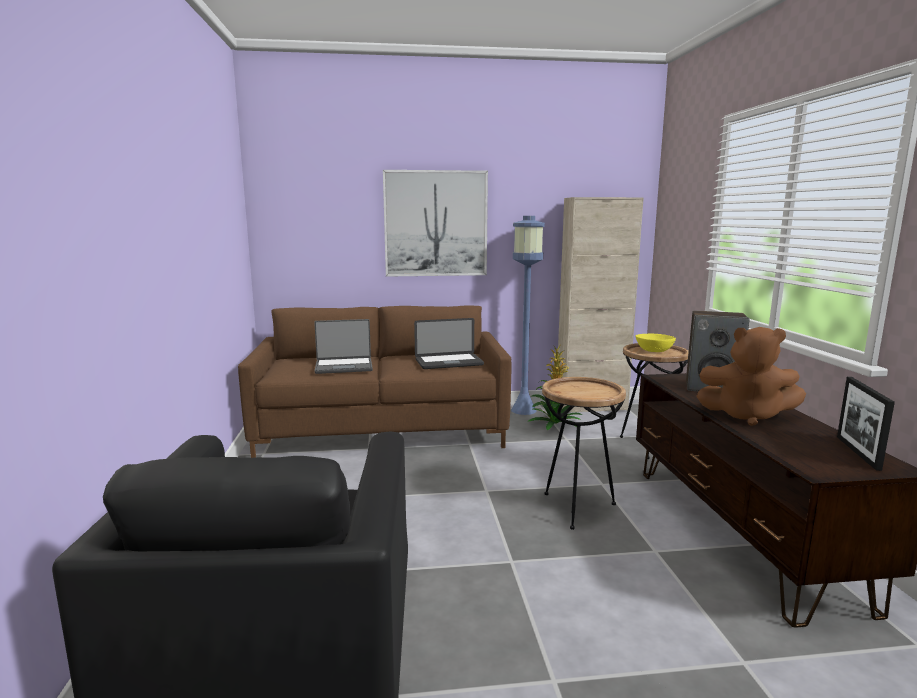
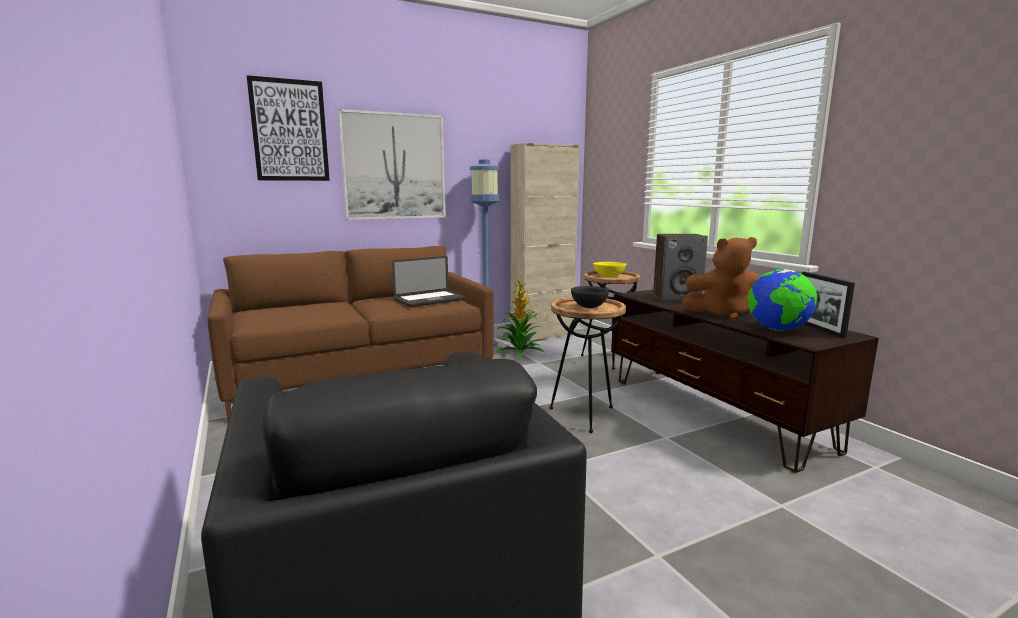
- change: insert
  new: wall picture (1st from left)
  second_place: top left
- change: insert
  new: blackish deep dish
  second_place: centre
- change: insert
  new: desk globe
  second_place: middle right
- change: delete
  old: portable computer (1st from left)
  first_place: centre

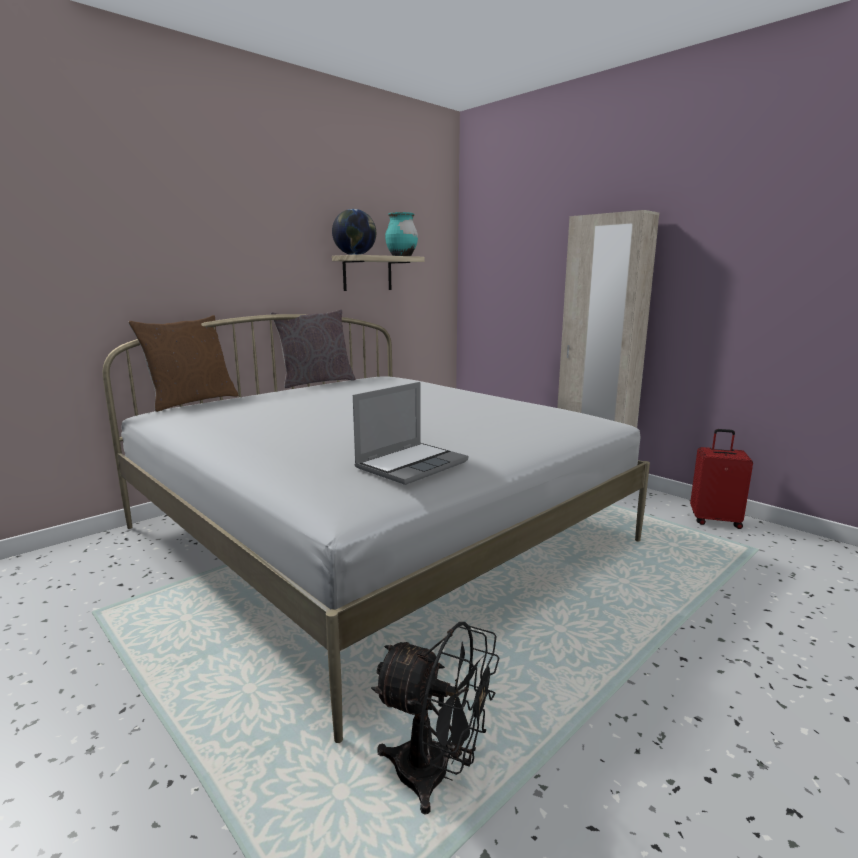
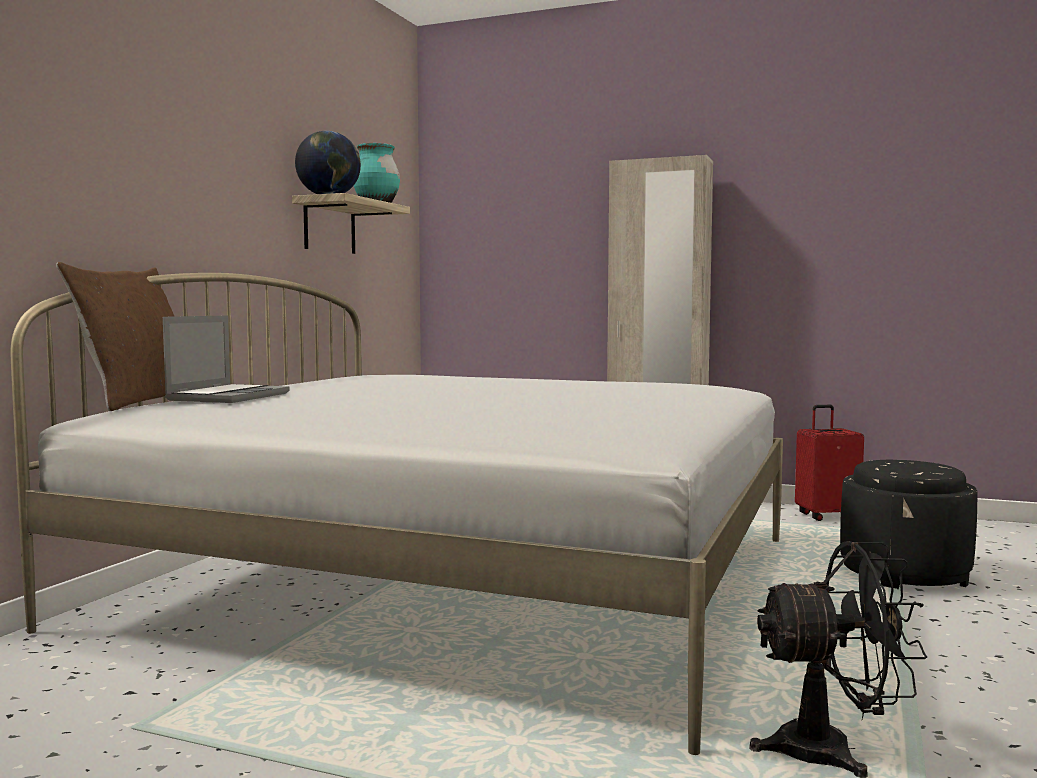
- change: move
  old: portable computer
  first_place: centre
  second_place: middle left
- change: insert
  new: blackish pouffe
  second_place: bottom right
- change: delete
  old: grey pillow
  first_place: centre

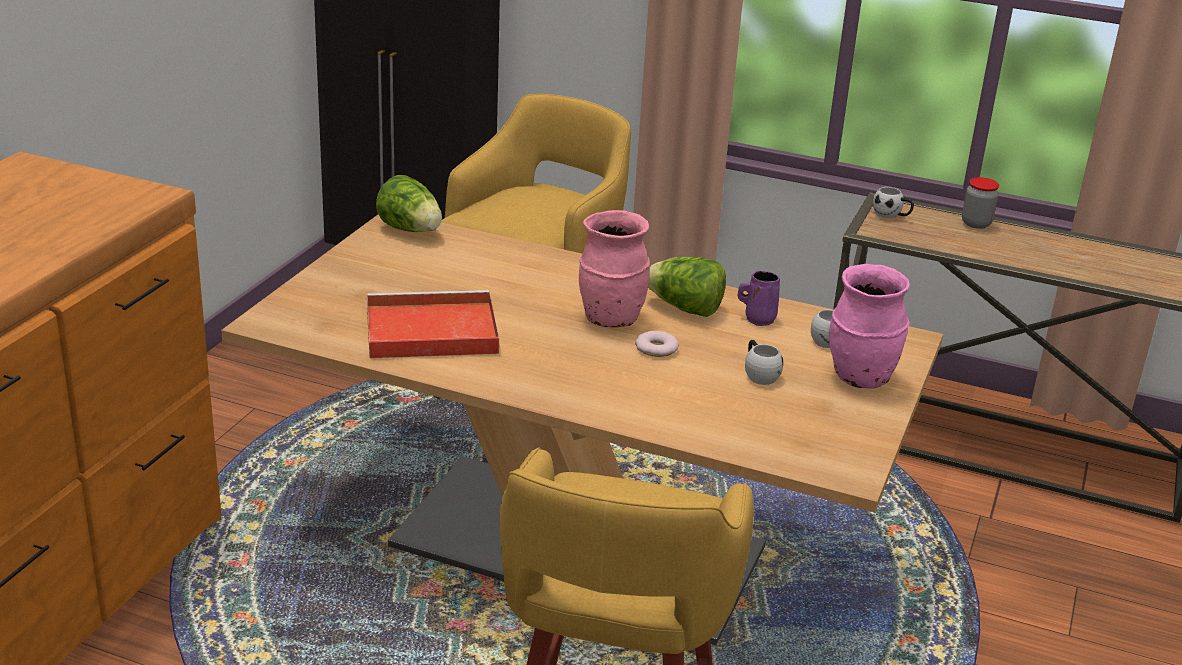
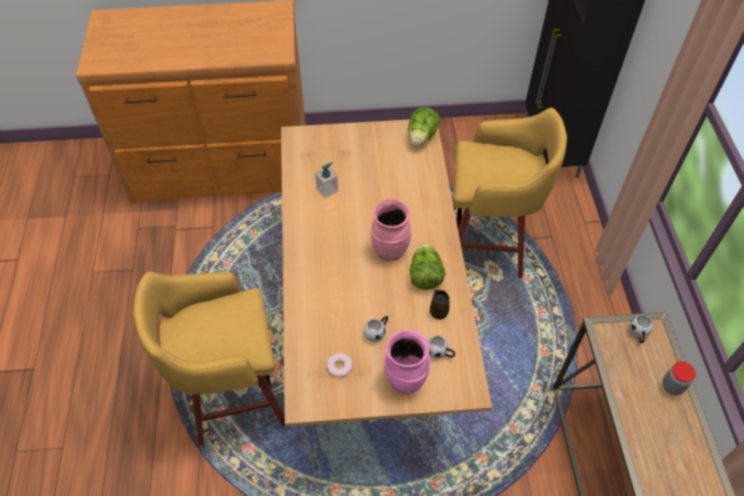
- change: replace
  old: reddish serving tray
  new: liquid soap bottle
  first_place: centre
  second_place: centre
- change: move
  old: donut
  first_place: centre
  second_place: bottom centre
- change: recolor
  old: purplish mug
  new: brownish mug
  first_place: centre
  second_place: centre

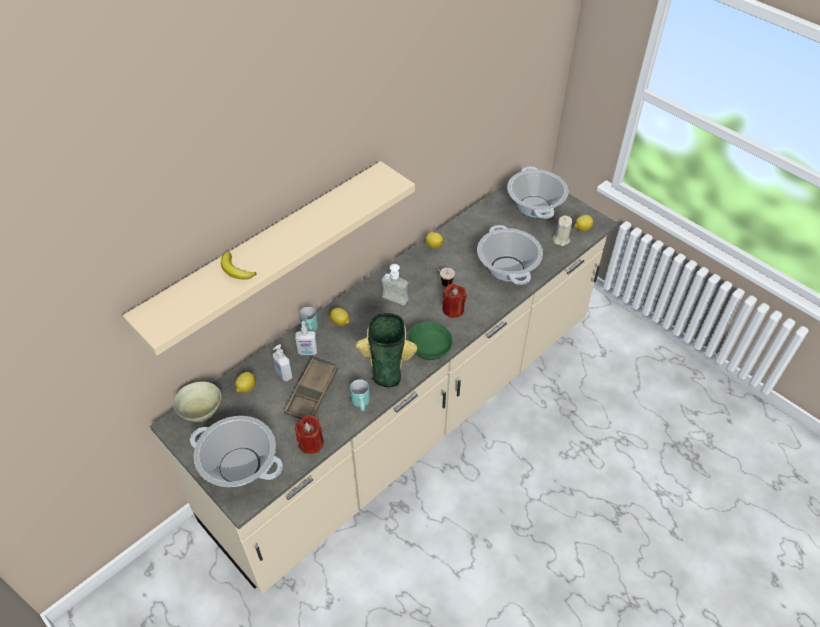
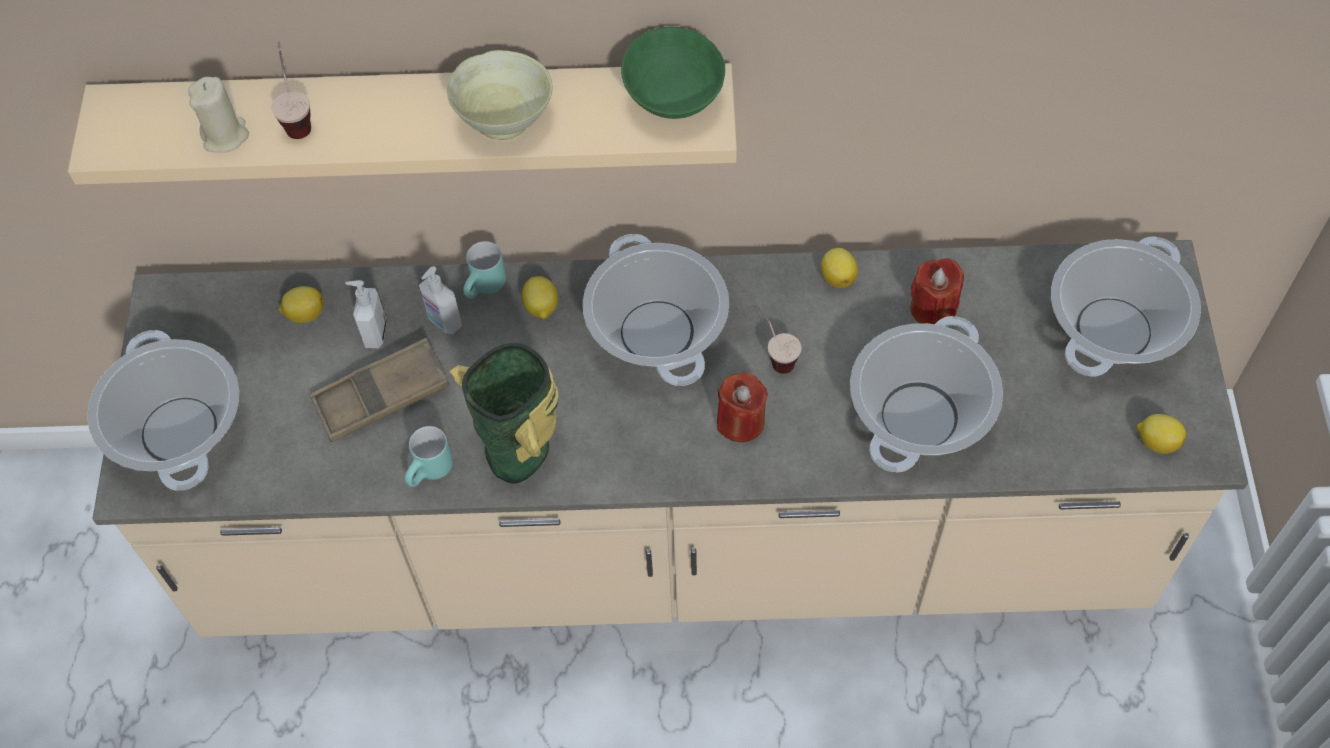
- change: move
  old: sand-coloured candle
  first_place: middle right
  second_place: top left
- change: replace
  old: whole banana
  new: small cup (1st from left)
  first_place: middle left
  second_place: top left
- change: move
  old: sand-coloured deep dish
  first_place: middle left
  second_place: top centre
- change: replace
  old: liquid soap bottle (3rd from left)
  new: stockpot (2nd from left)
  first_place: centre
  second_place: centre
- change: move
  old: green deep dish
  first_place: centre
  second_place: top centre
- change: move
  old: reddish candle (1st from left in the first image)
  new: reddish candle (2nd from left)
  first_place: bottom centre
  second_place: middle right

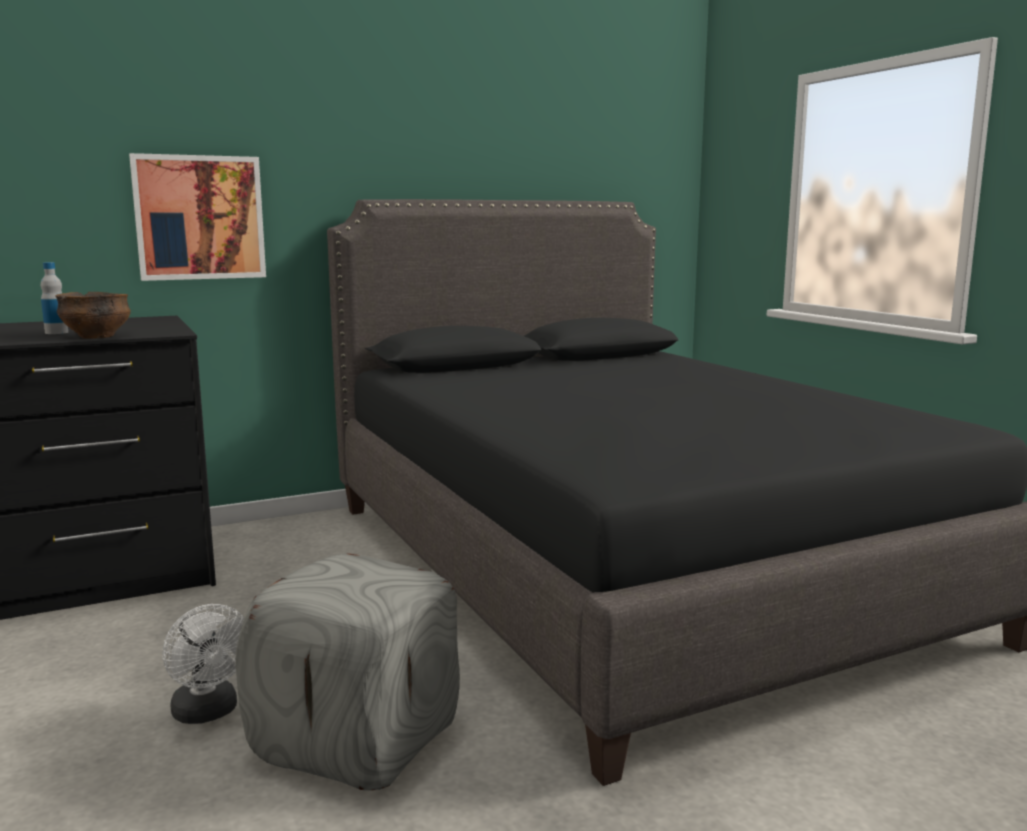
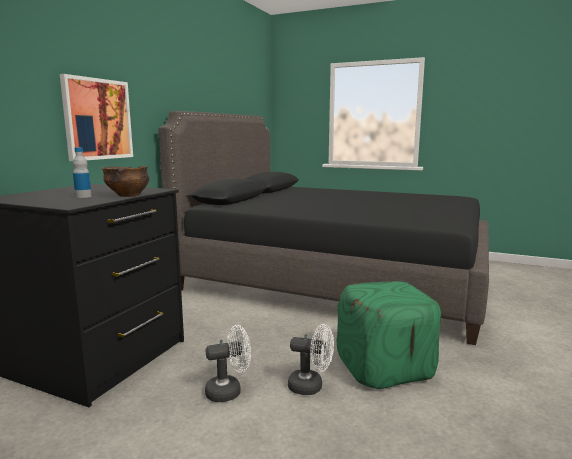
- change: insert
  new: white-coloured fan (1st from left)
  second_place: bottom centre
- change: recolor
  old: grey pouffe
  new: green pouffe
  first_place: bottom centre
  second_place: bottom right

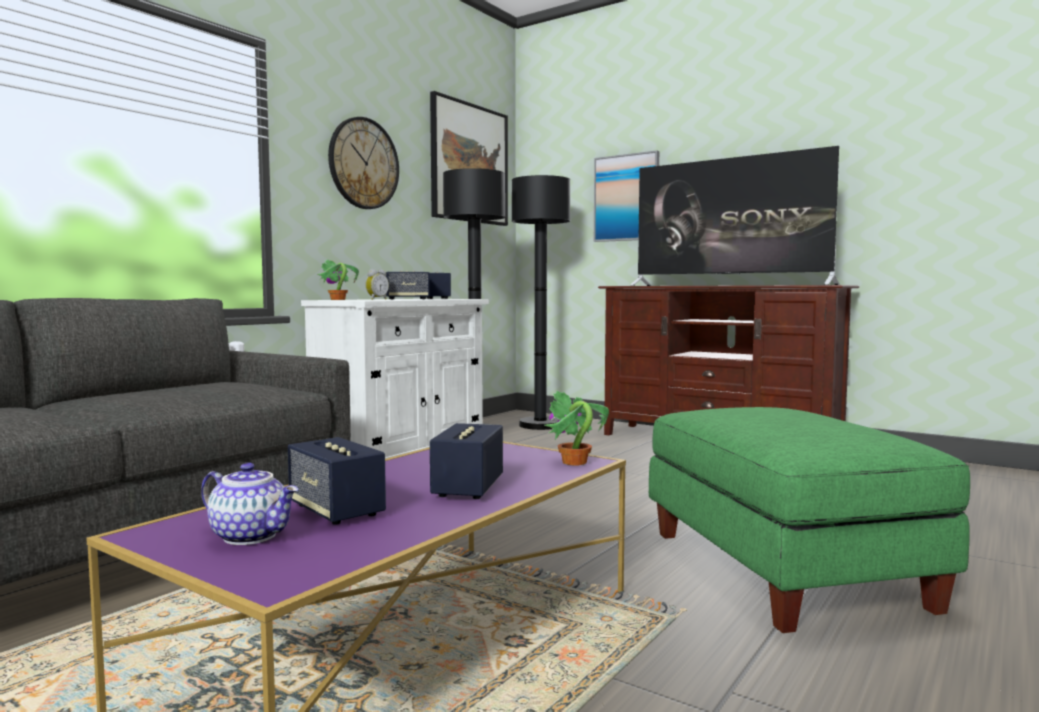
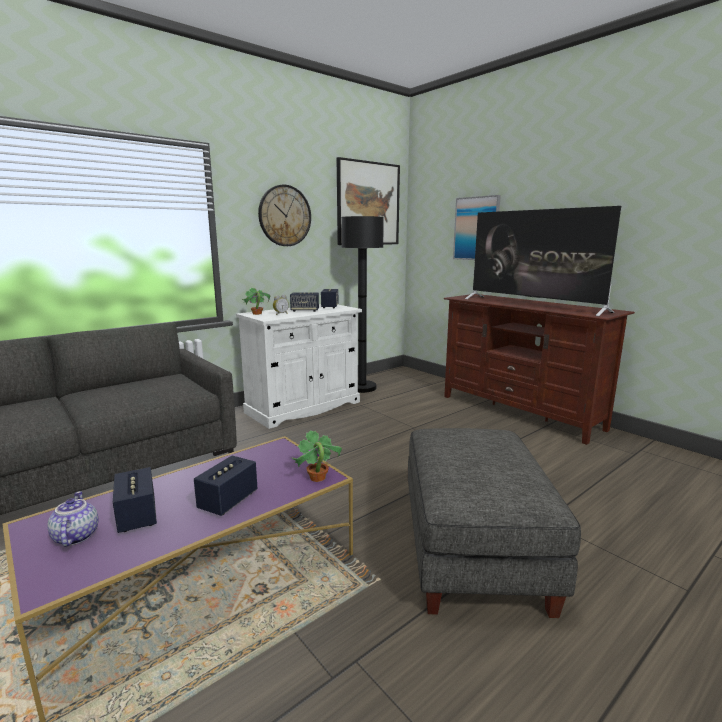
- change: rotate
  old: tea pot
  first_place: bottom left
  second_place: bottom left
  degrees: -150
- change: recolor
  old: green pouffe
  new: grey pouffe
  first_place: bottom right
  second_place: bottom right
- change: delete
  old: blackish standing lamp (2nd from left)
  first_place: centre

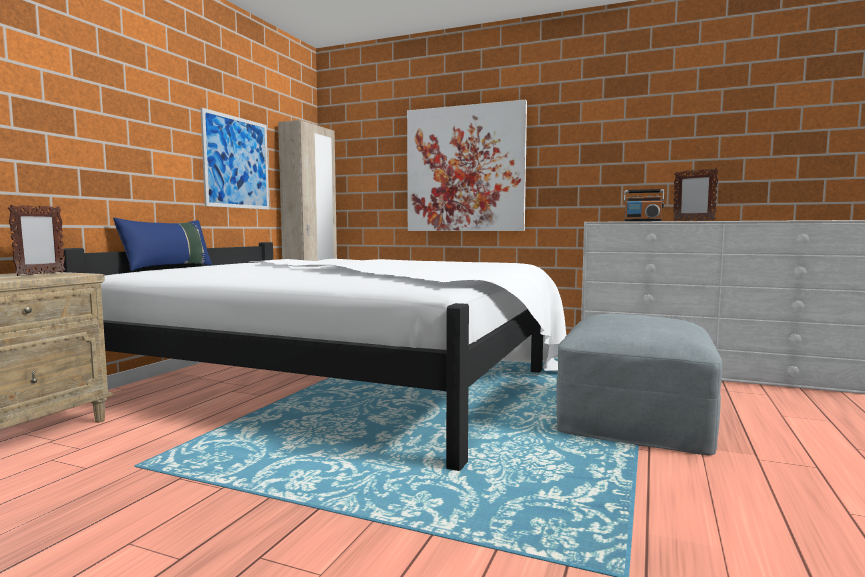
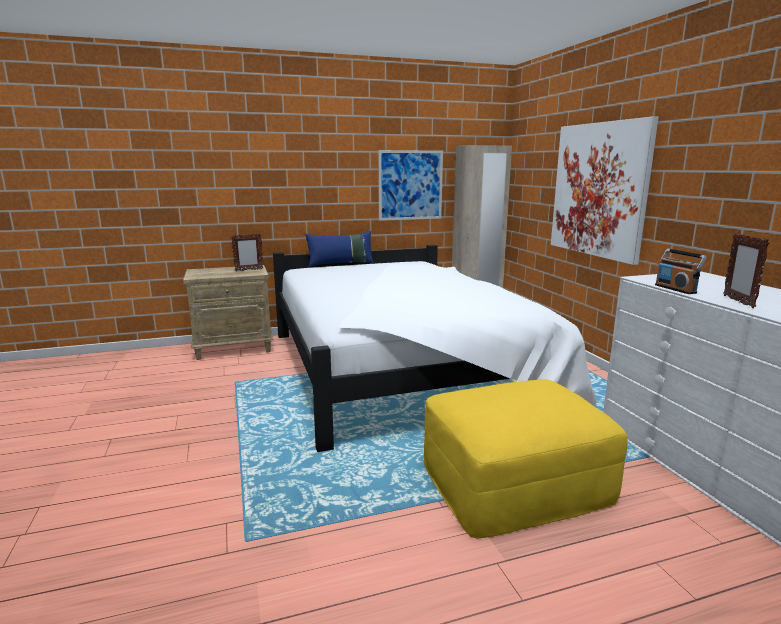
- change: recolor
  old: grey pouffe
  new: yellow pouffe
  first_place: middle right
  second_place: bottom right

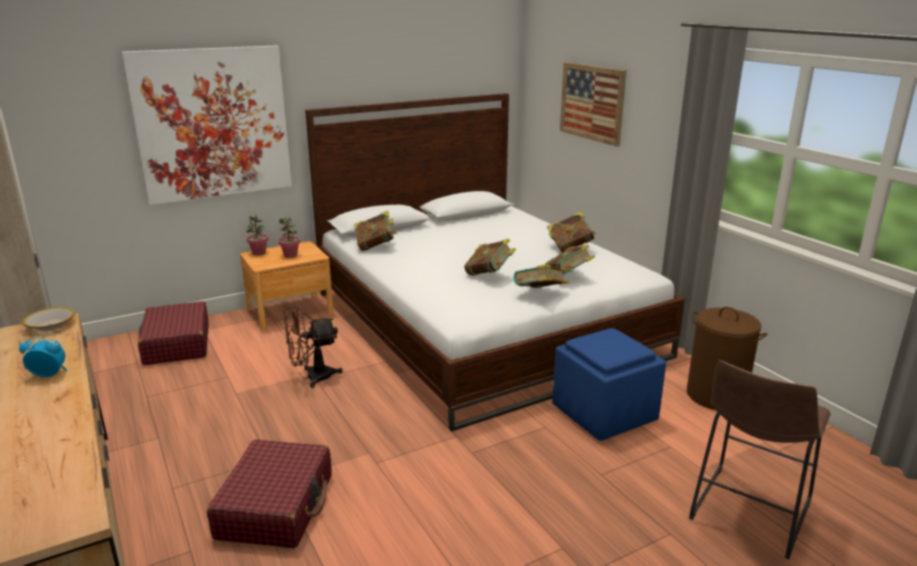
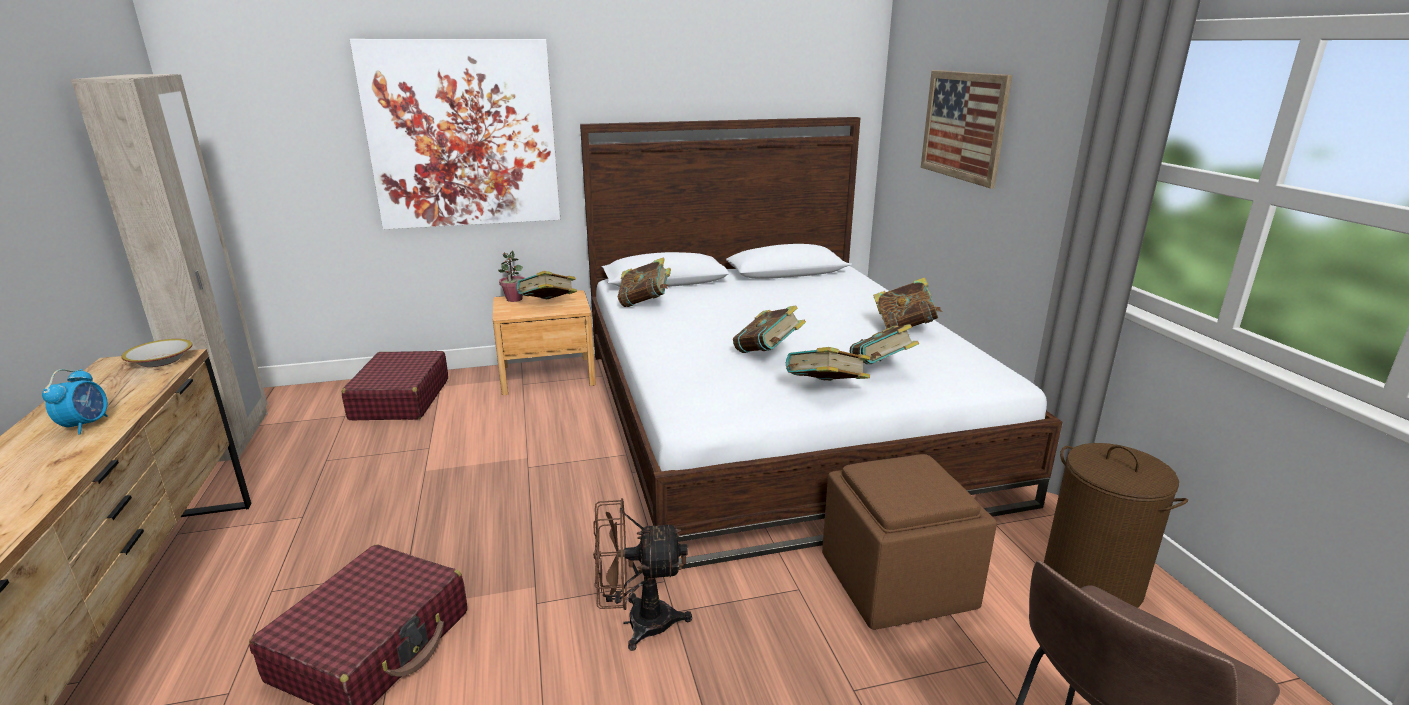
- change: rotate
  old: alarm clock
  first_place: middle left
  second_place: middle left
  degrees: 75
- change: replace
  old: potted plant (2nd from left)
  new: volume (1st from left)
  first_place: middle left
  second_place: centre
- change: move
  old: brownish fan
  first_place: centre
  second_place: bottom centre
- change: recolor
  old: bluish pouffe
  new: brownish pouffe
  first_place: bottom centre
  second_place: bottom centre

